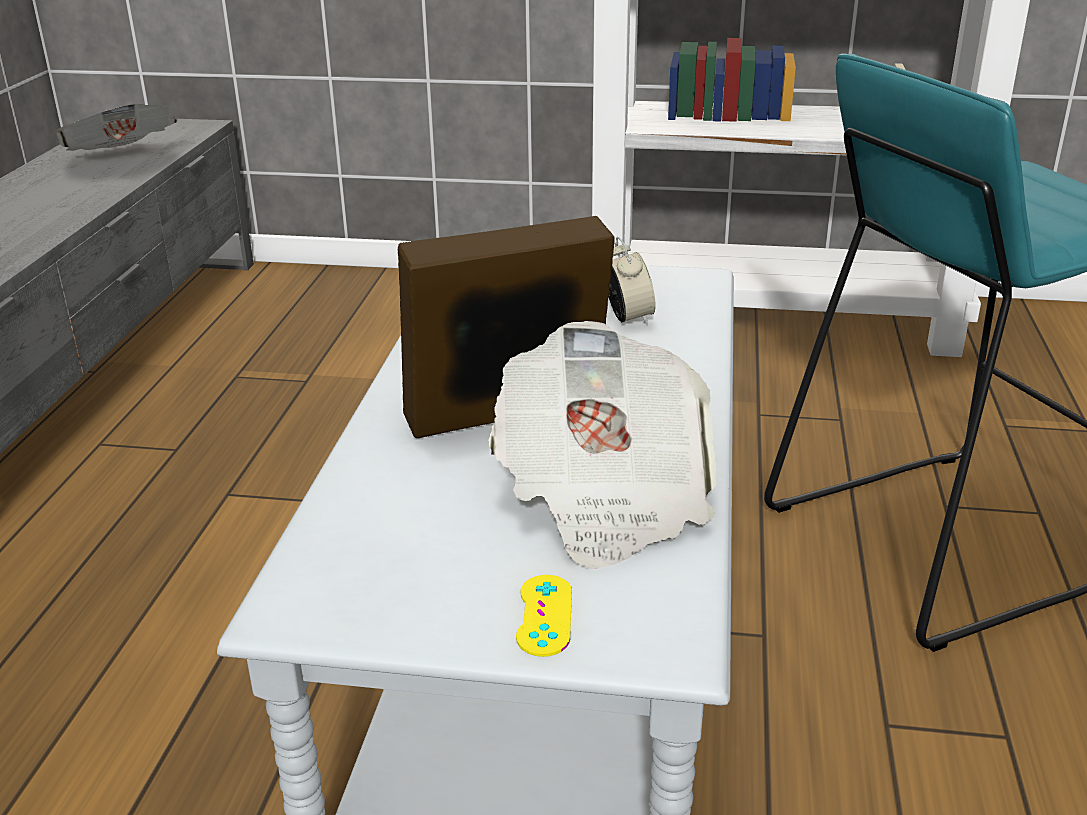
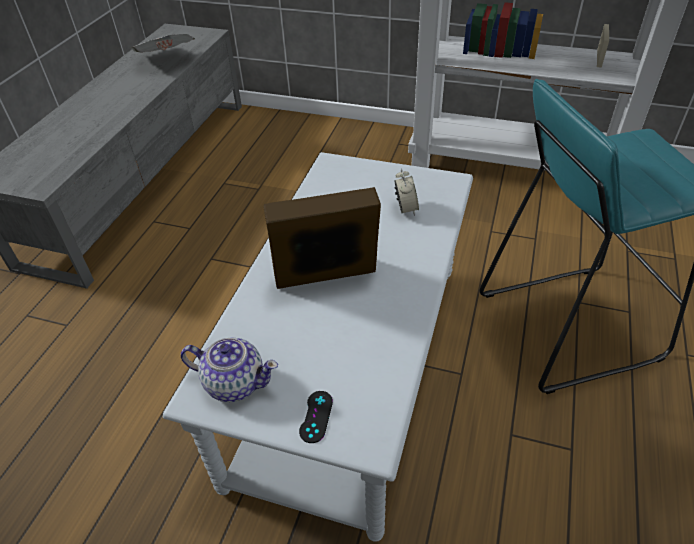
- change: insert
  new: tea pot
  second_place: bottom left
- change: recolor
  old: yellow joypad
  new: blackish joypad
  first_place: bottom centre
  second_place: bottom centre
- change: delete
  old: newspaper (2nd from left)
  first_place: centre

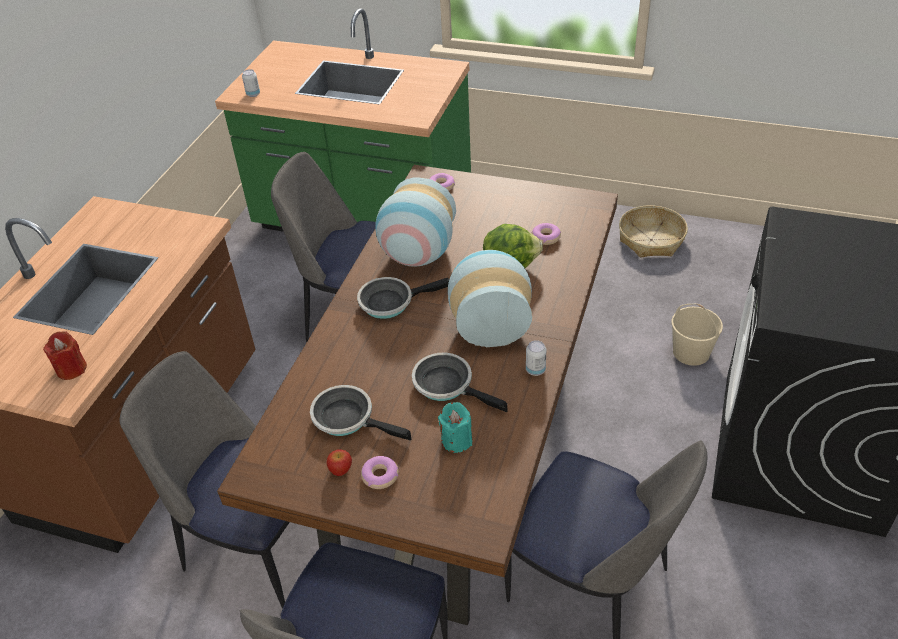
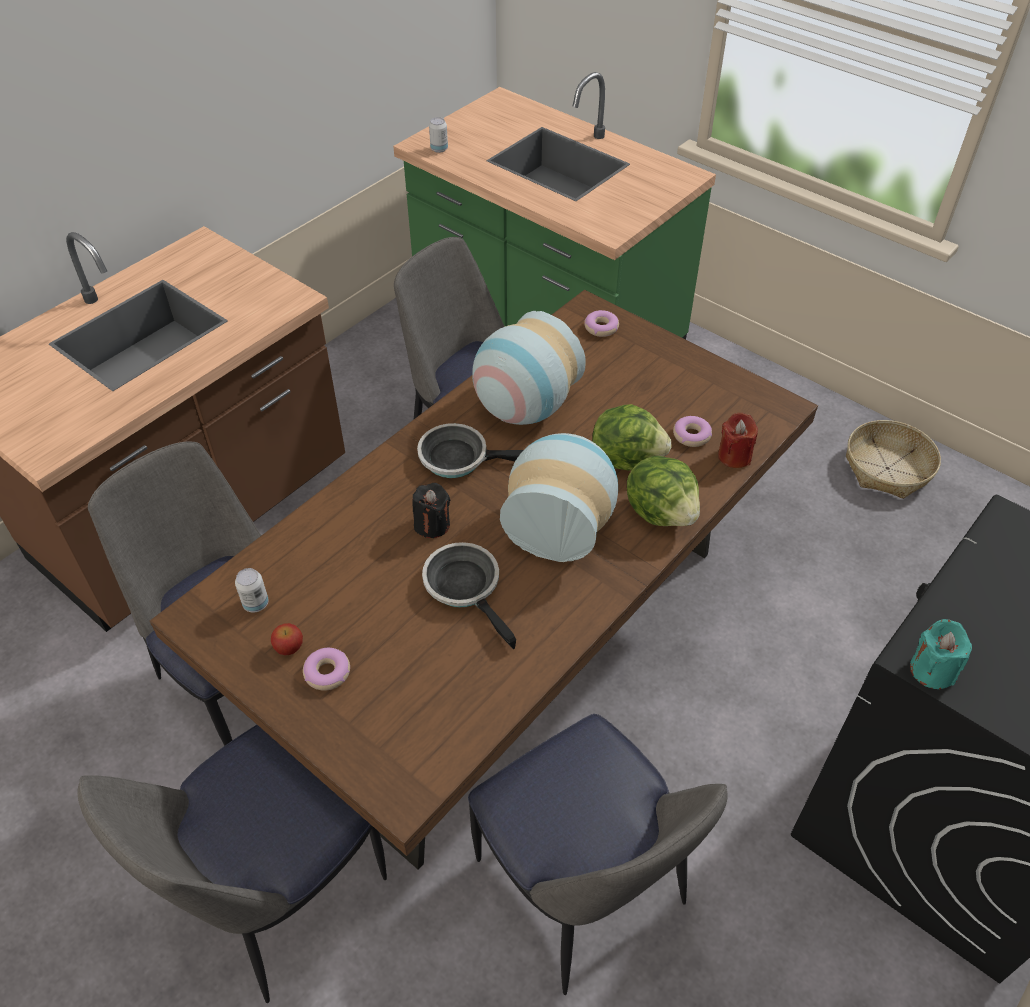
- change: move
  old: sealed can (2nd from left in the first image)
  new: sealed can (1st from left)
  first_place: centre
  second_place: middle left
- change: insert
  new: blackish candle
  second_place: centre
- change: insert
  new: head of lettuce (2nd from left)
  second_place: centre
- change: move
  old: reddish candle
  first_place: middle left
  second_place: middle right
- change: move
  old: blue-green candle
  first_place: bottom centre
  second_place: middle right
- change: delete
  old: frying pan (1st from left)
  first_place: centre
- change: delete
  old: sand-coloured water bucket
  first_place: middle right

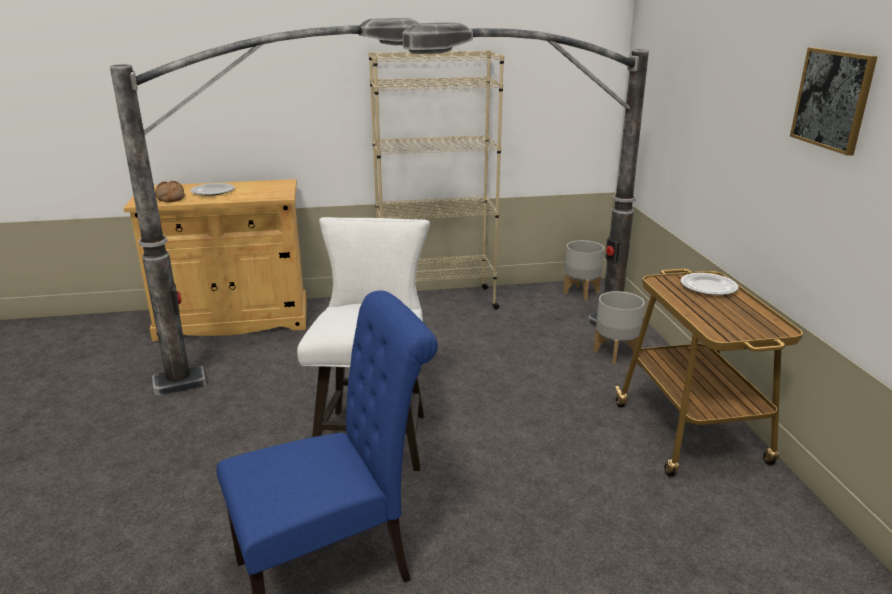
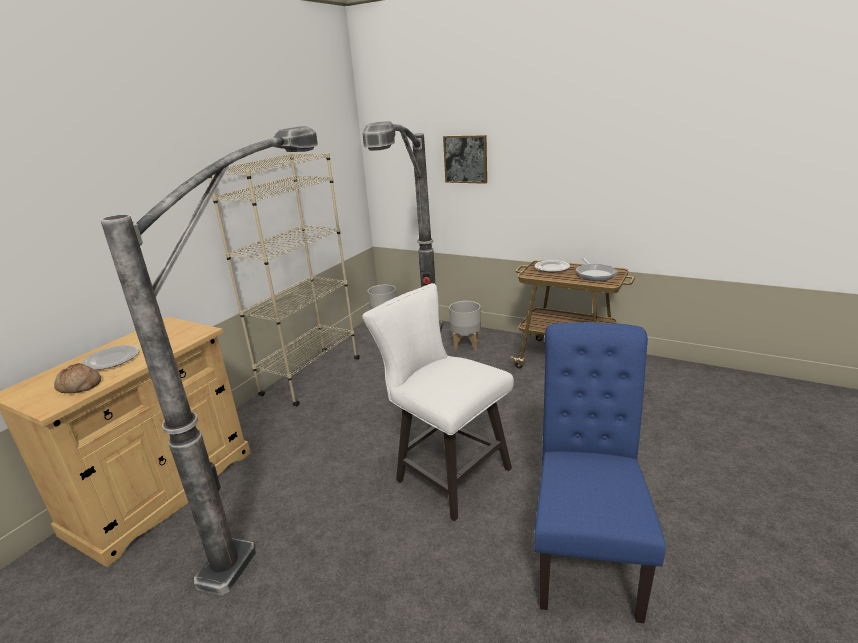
- change: move
  old: wall picture
  first_place: top right
  second_place: top centre
- change: insert
  new: frying pan
  second_place: middle right

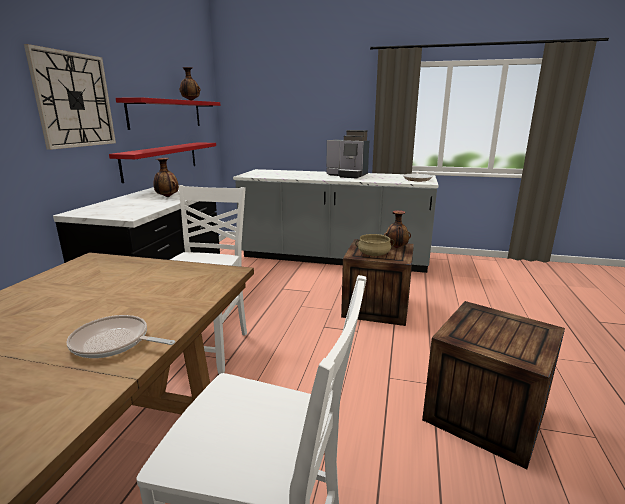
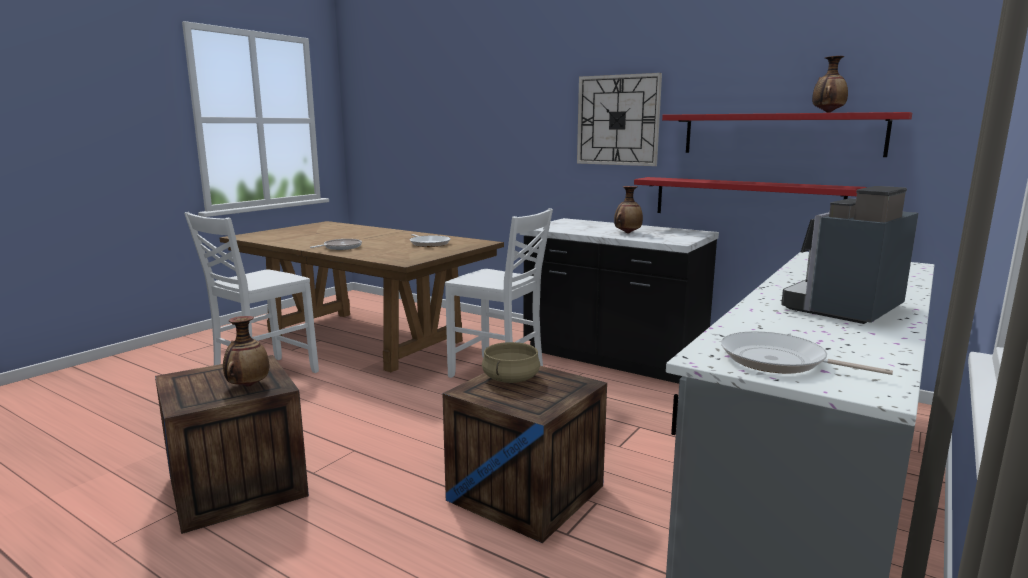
- change: move
  old: vase (3rd from left in the first image)
  new: vase (1st from left)
  first_place: centre
  second_place: middle left
- change: insert
  new: frying pan (2nd from left)
  second_place: centre

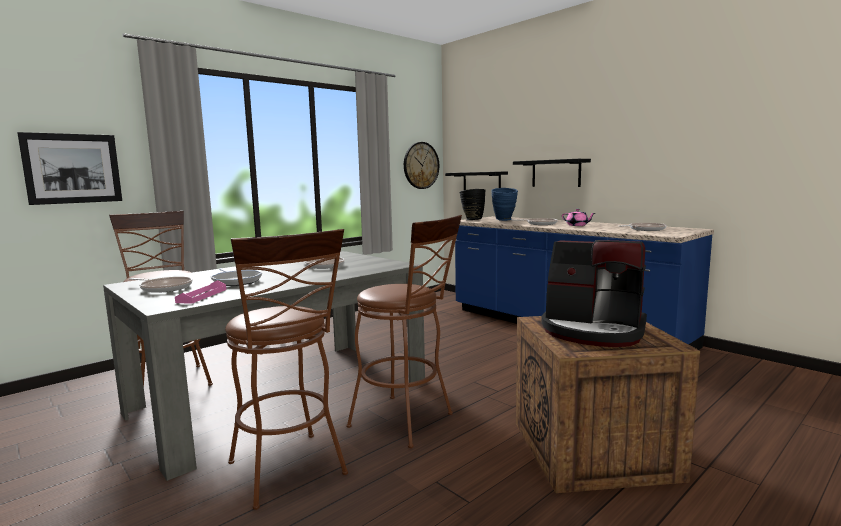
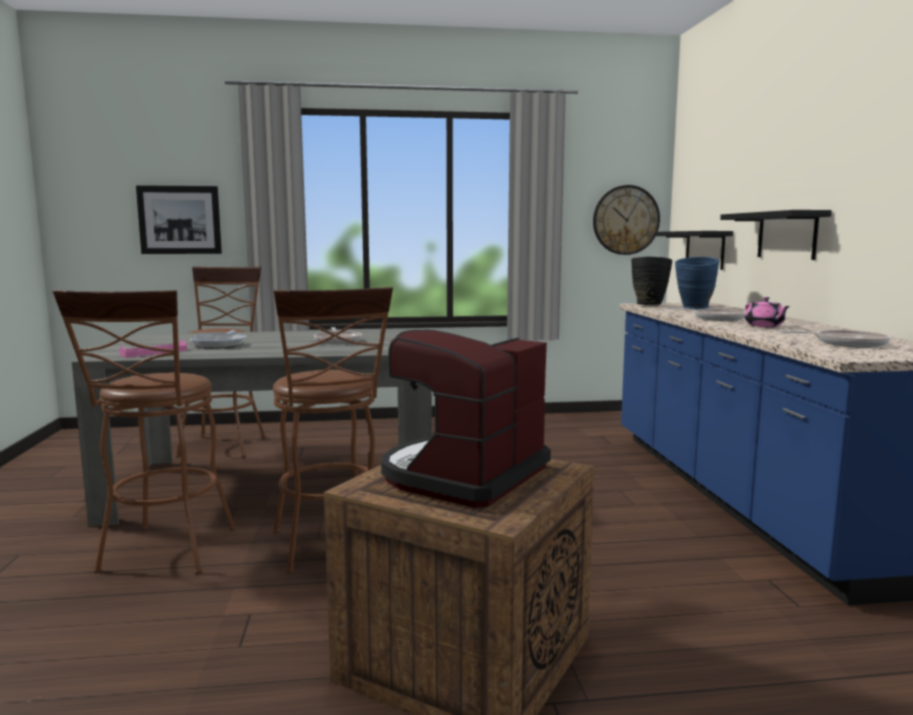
- change: rotate
  old: coffee maker
  first_place: middle right
  second_place: centre
  degrees: 60
- change: delete
  old: frying pan (1st from left)
  first_place: middle left

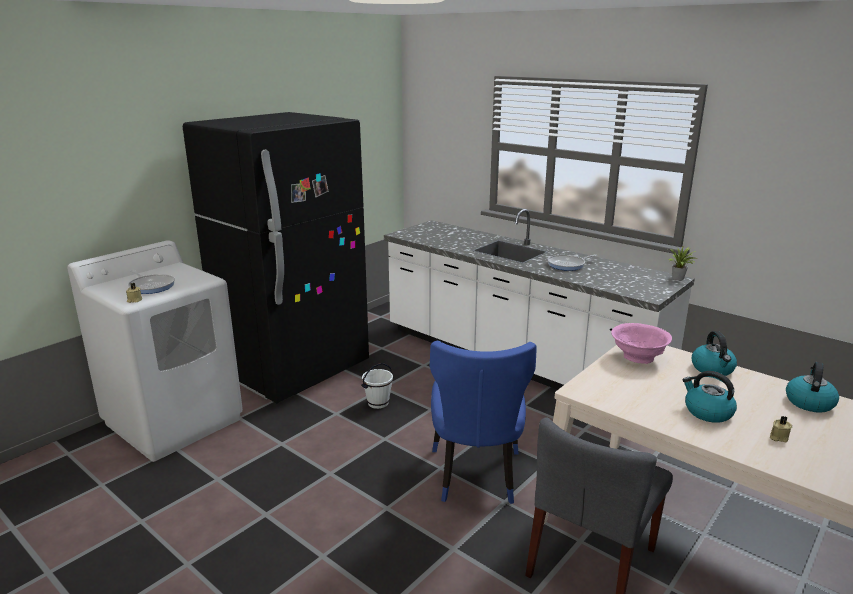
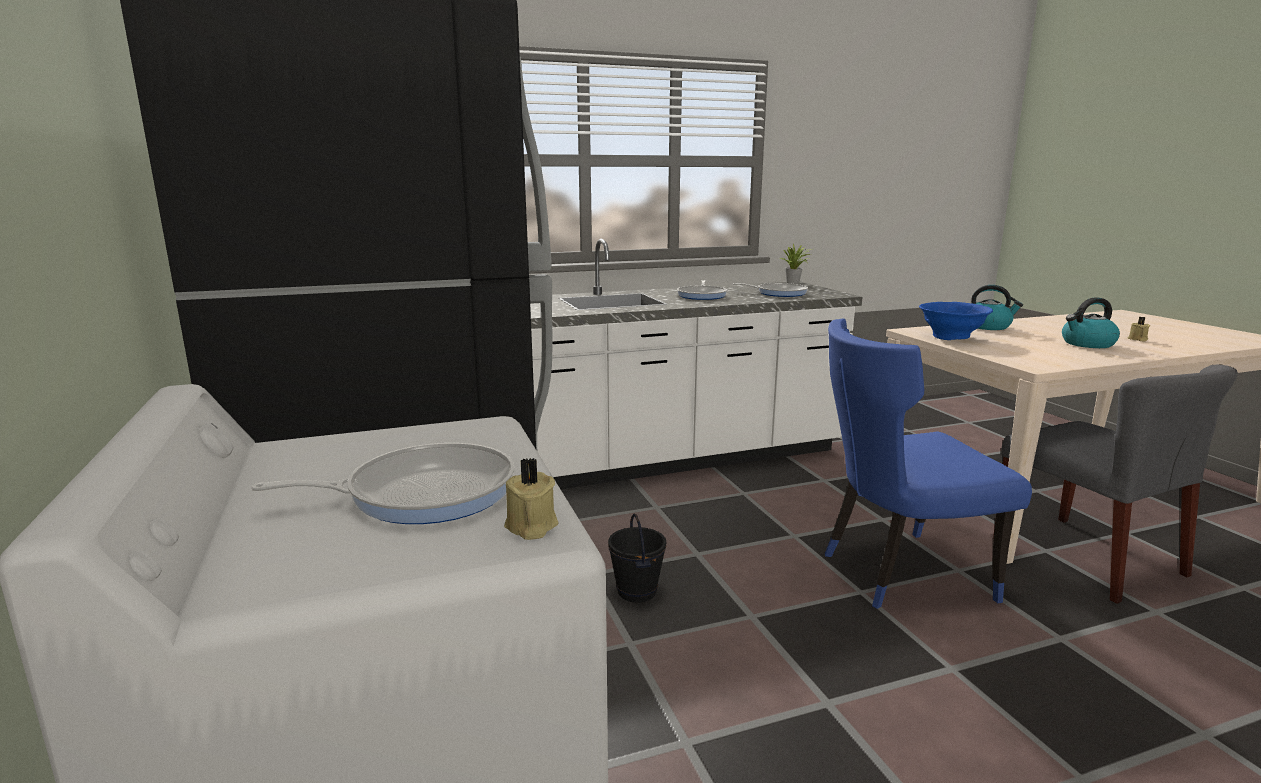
- change: recolor
  old: white-coloured water bucket
  new: blackish water bucket
  first_place: centre
  second_place: bottom centre
- change: insert
  new: frying pan (3rd from left)
  second_place: centre
- change: rotate
  old: bluish plain chair
  first_place: bottom centre
  second_place: middle right
  degrees: 135
- change: recolor
  old: pinkish deep dish
  new: bluish deep dish
  first_place: middle right
  second_place: middle right
- change: delete
  old: kettle (3rd from left)
  first_place: middle right

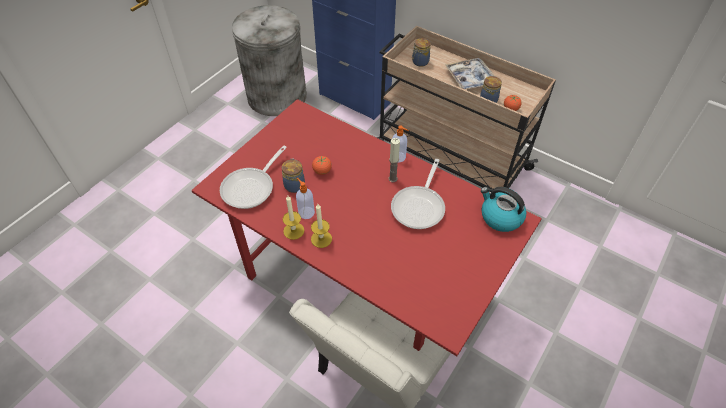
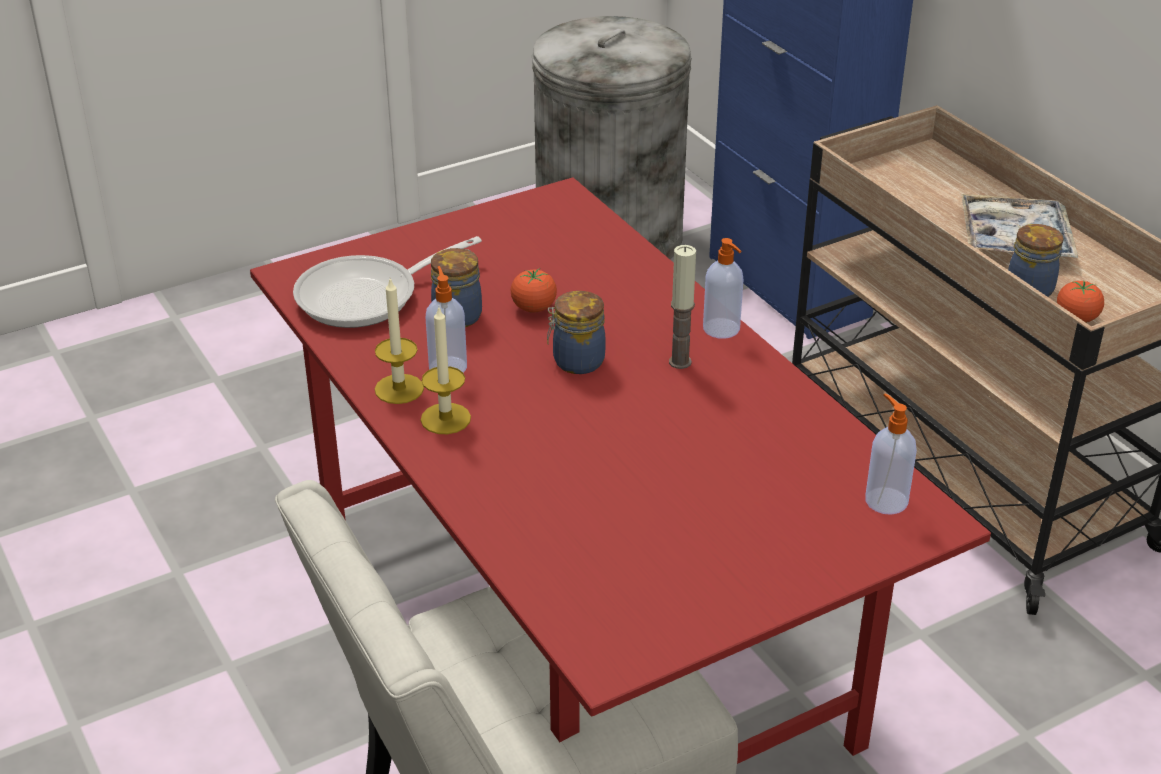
- change: move
  old: jar (2nd from left)
  first_place: top centre
  second_place: centre
- change: replace
  old: kettle
  new: liquid soap bottle (3rd from left)
  first_place: middle right
  second_place: middle right
- change: delete
  old: frying pan (2nd from left)
  first_place: centre

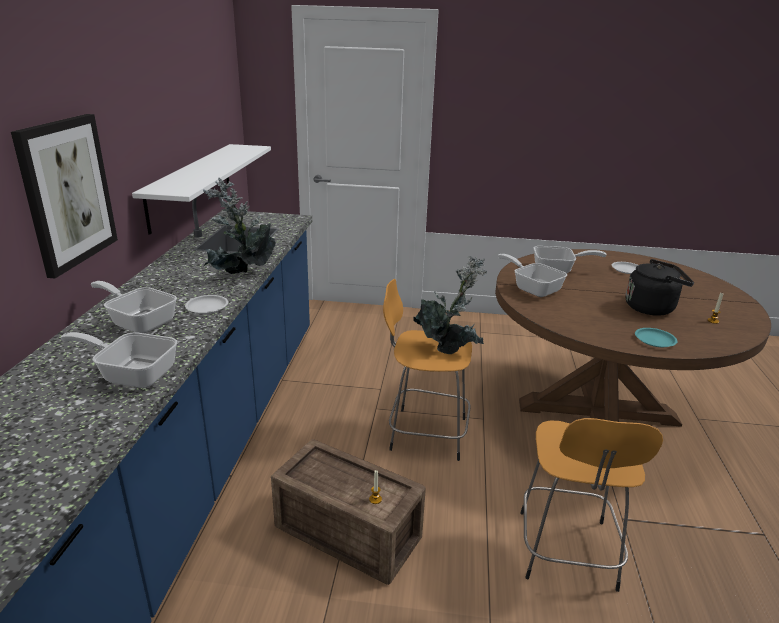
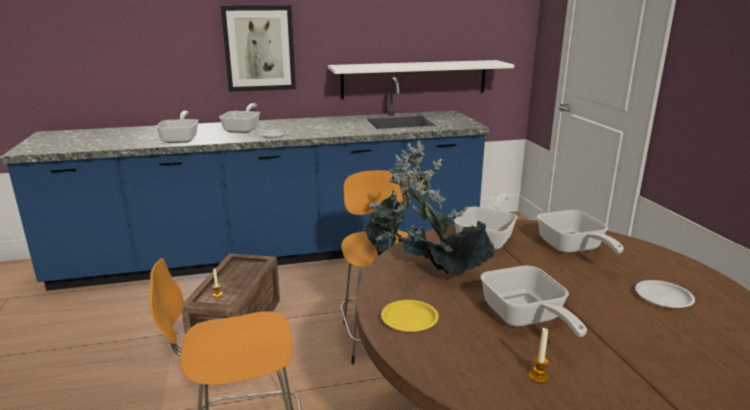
- change: recolor
  old: blue-green plate
  new: yellow plate
  first_place: middle right
  second_place: bottom centre
- change: move
  old: potted plant (1st from left in the first image)
  new: potted plant (2nd from left)
  first_place: middle left
  second_place: centre
- change: replace
  old: blackish kettle
  new: frying pan (4th from left)
  first_place: middle right
  second_place: bottom right

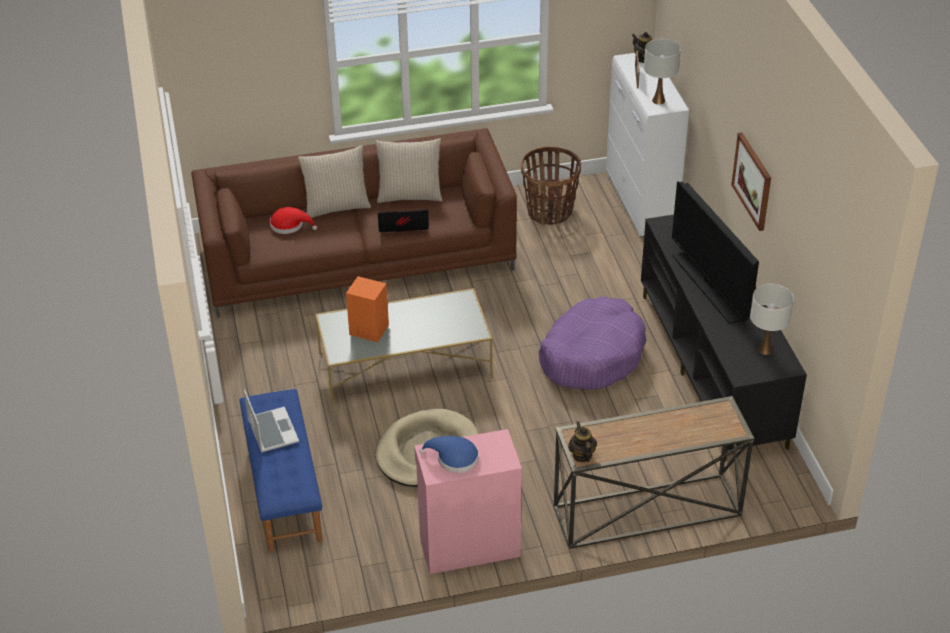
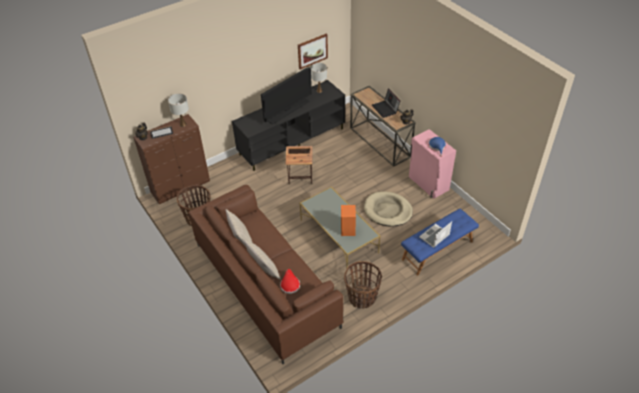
- change: recolor
  old: white-coloured storage cabinet
  new: brownish storage cabinet
  first_place: top right
  second_place: middle left
- change: replace
  old: purplish dog bed
  new: side table
  first_place: centre
  second_place: centre
- change: move
  old: wall picture
  first_place: top right
  second_place: top centre
- change: insert
  new: basket (2nd from left)
  second_place: bottom centre
- change: move
  old: portable computer (2nd from left in the first image)
  new: portable computer (1st from left)
  first_place: centre
  second_place: top centre

